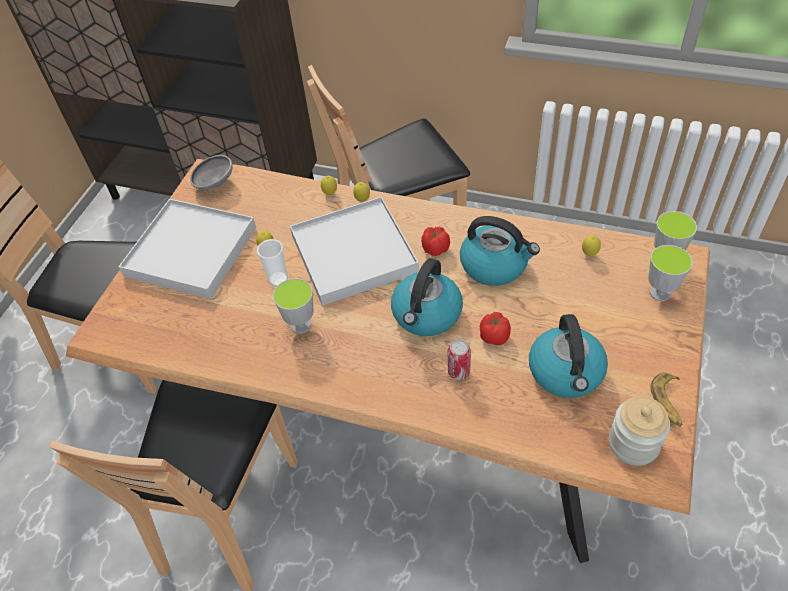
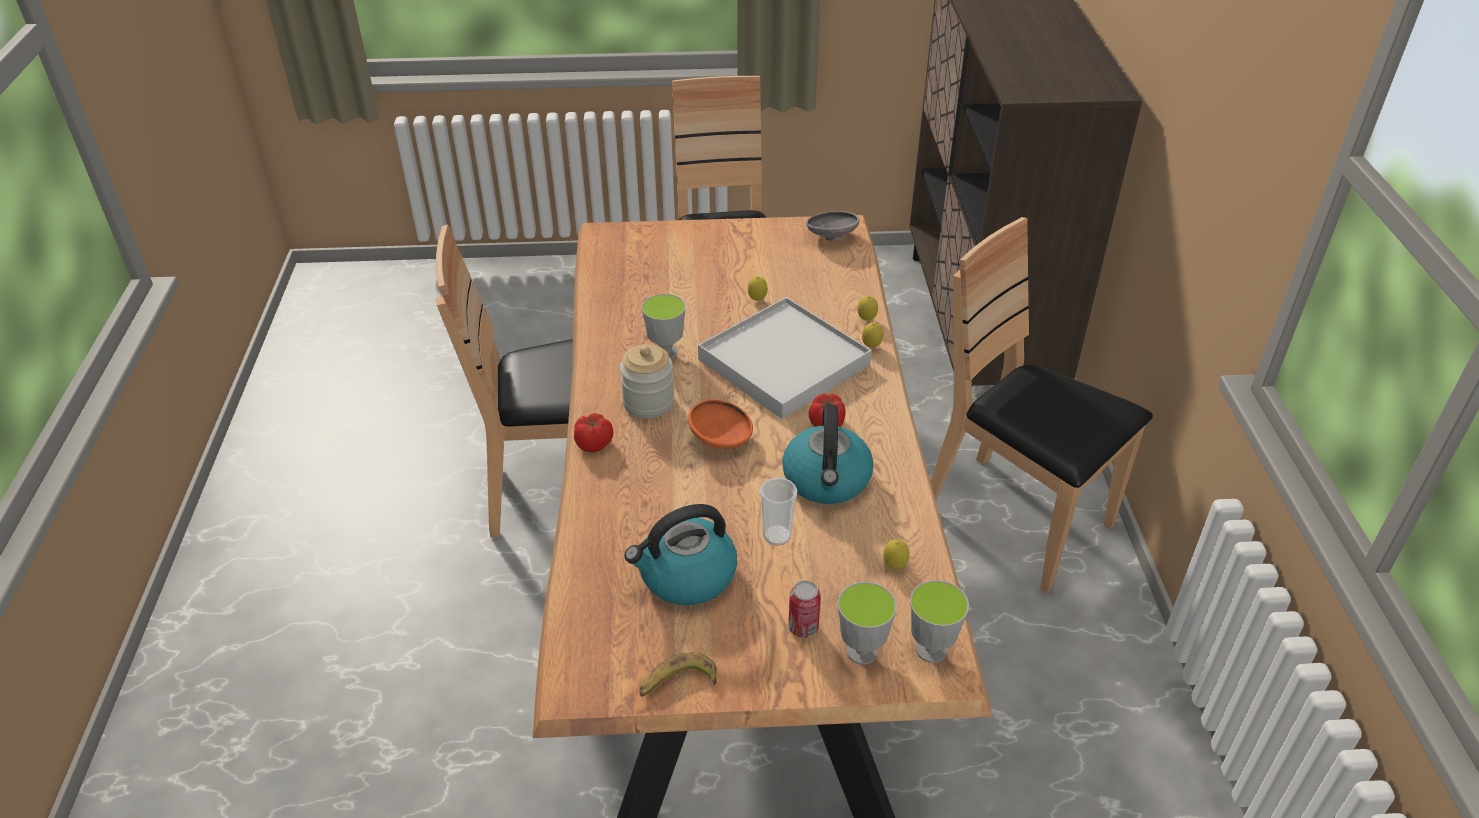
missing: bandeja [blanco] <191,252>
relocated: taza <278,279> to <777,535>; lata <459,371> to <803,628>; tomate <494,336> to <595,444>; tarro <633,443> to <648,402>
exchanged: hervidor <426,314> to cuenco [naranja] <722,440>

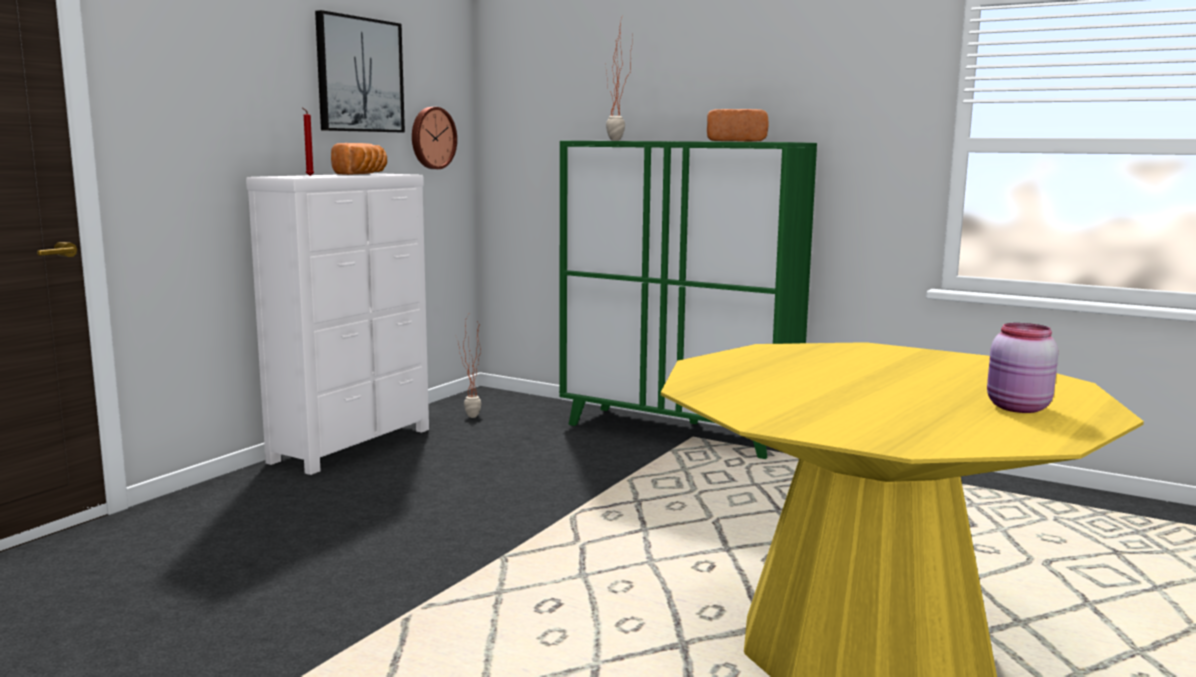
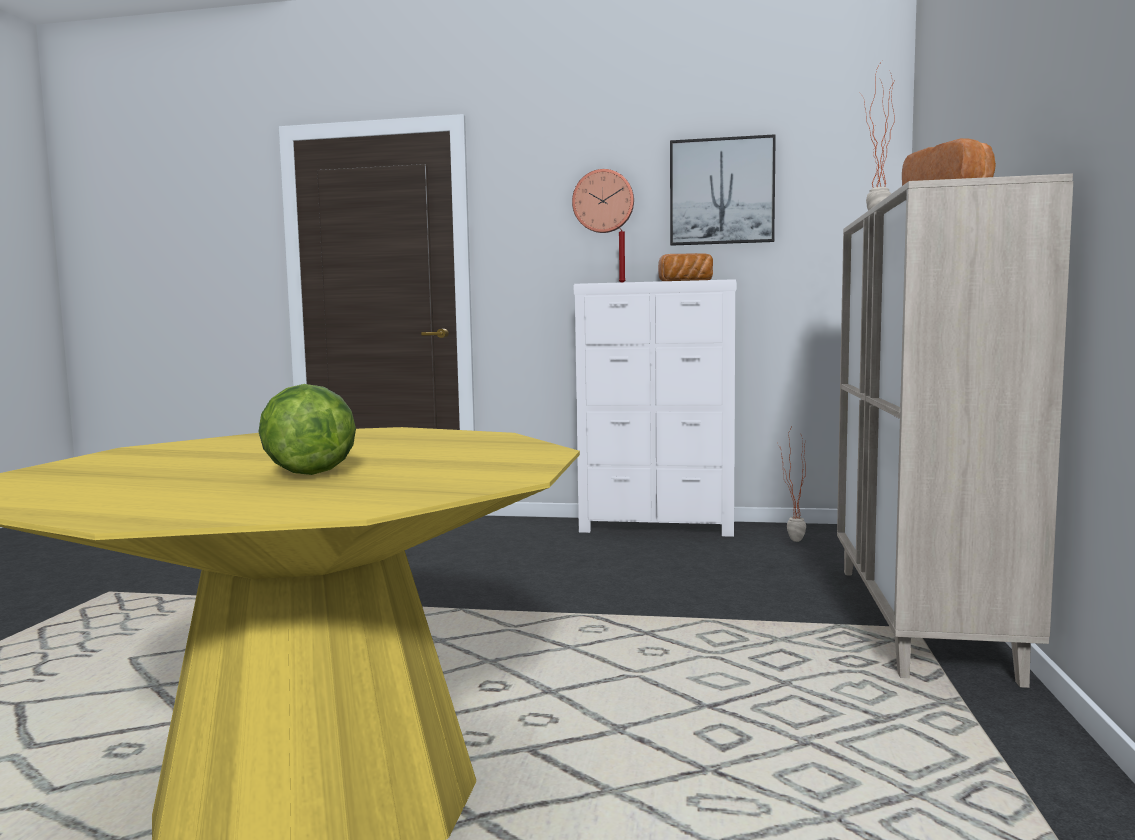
missing: tarro [rosa] <1017,408>
appeared: lechuga <309,472>
relocated: reloj de pared <432,138> to <603,201>
colour: armario [verde] <678,432> to armario [beis] <920,619>

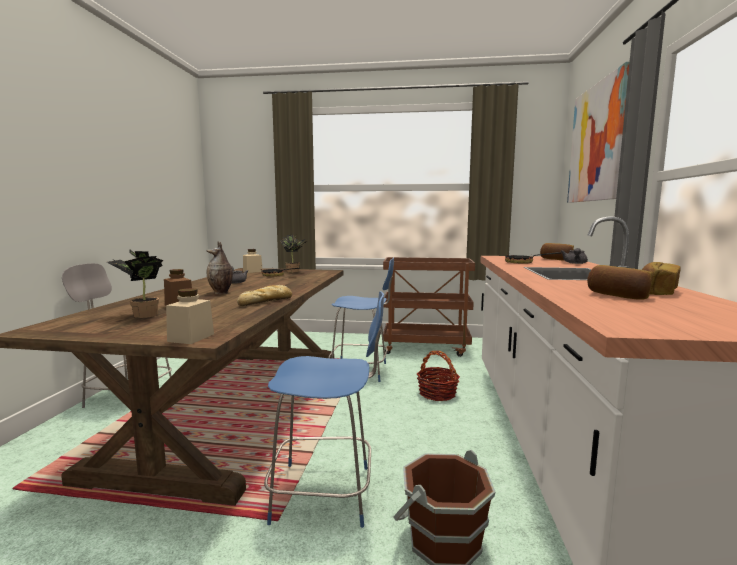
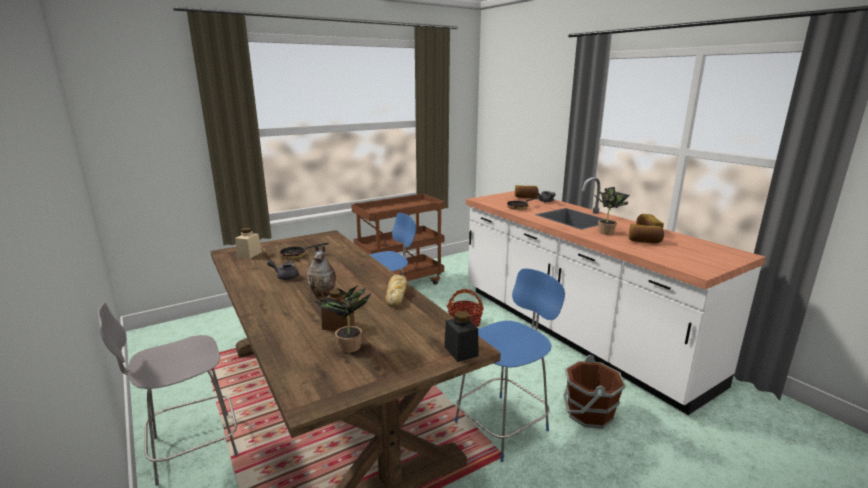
missing: cuadro <597,143>
relocated: planta en maceta <295,271> to <606,231>
colour: tarro [beis] <191,337> to tarro [negro] <461,351>

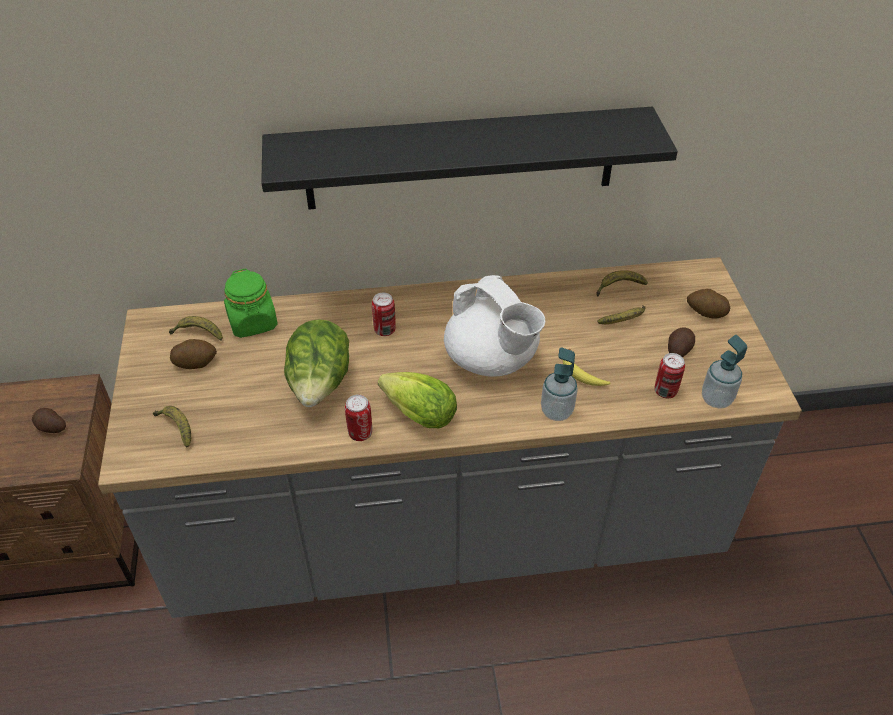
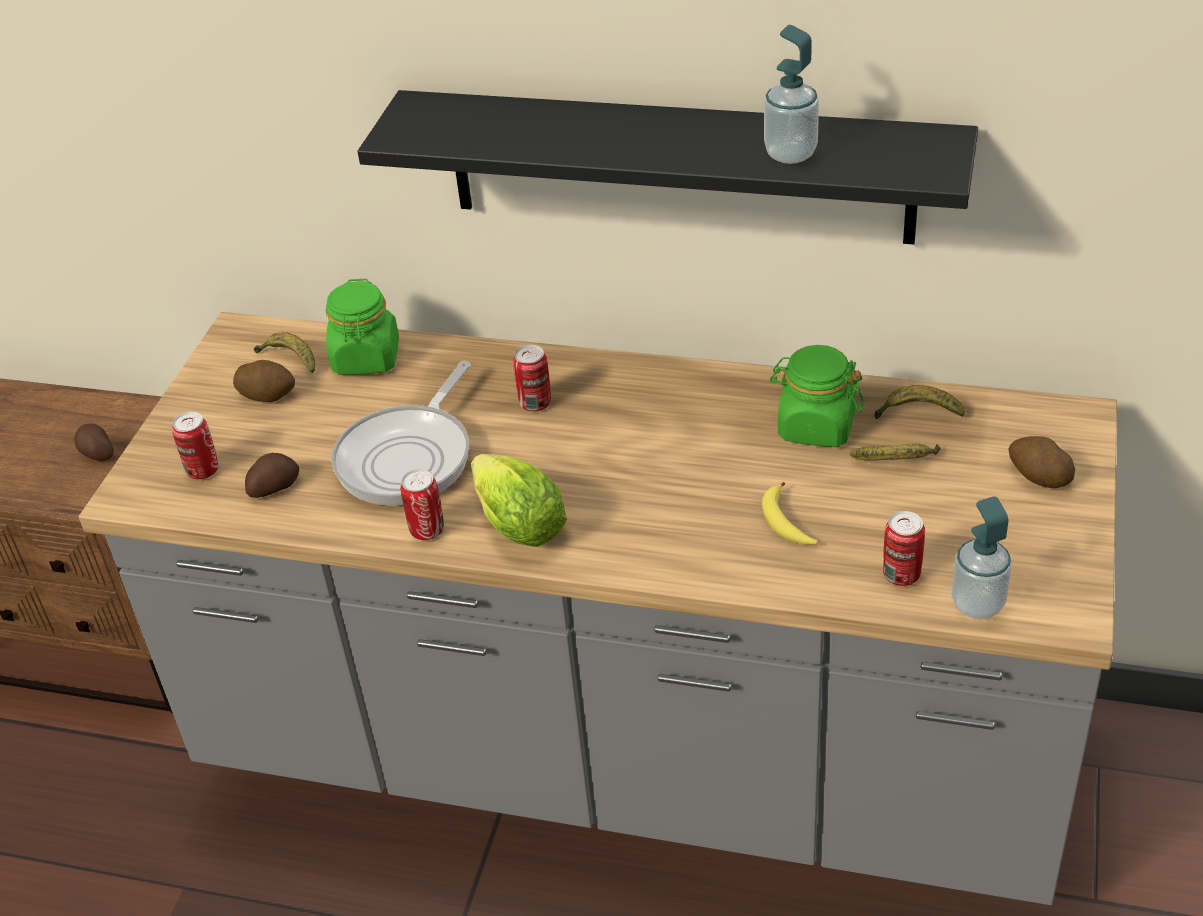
missing: tetera [blanco] <492,360>
appeared: tarro [verde] <815,426>
relocated: dispensador de jabón <556,411> to <790,154>; patata <678,350> to <273,487>
exchanged: plátano <177,428> to lata <203,470>; lechuga <320,385> to sartén <409,457>

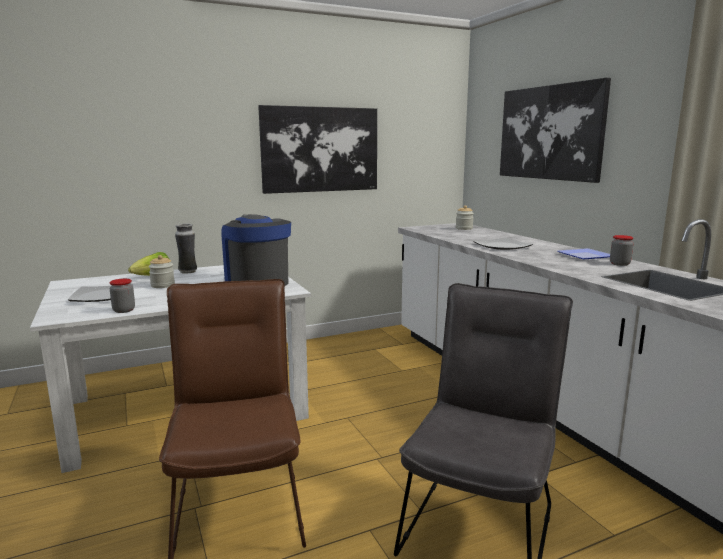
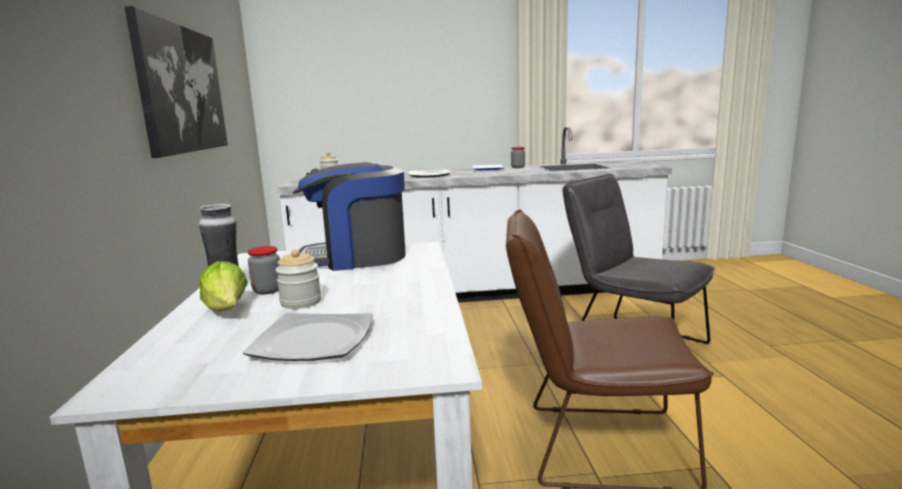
missing: cuadro <550,133>
relocated: tarro <124,310> to <268,290>

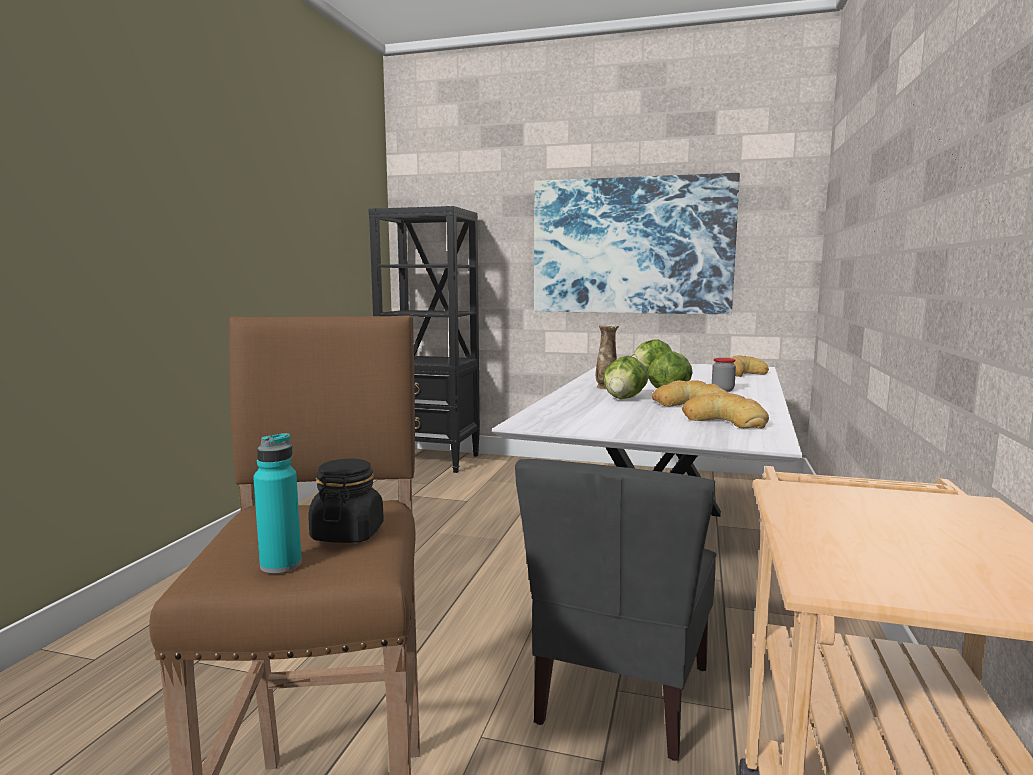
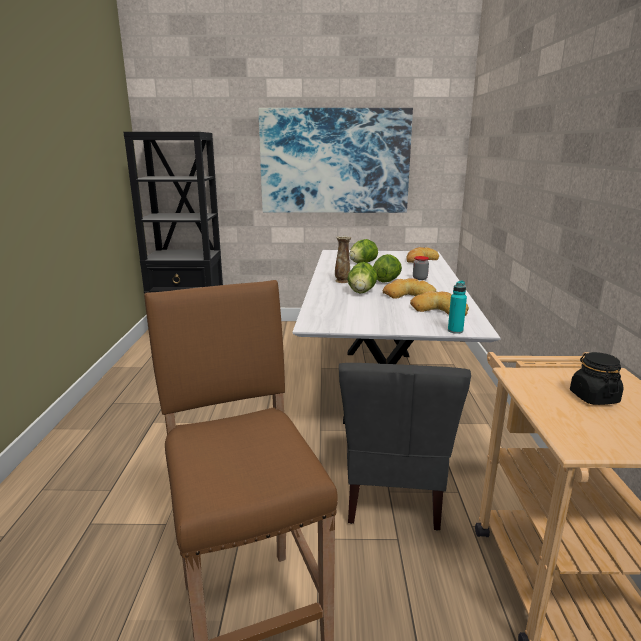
relocated: botella [turquesa] <281,565> to <455,331>; tarro [negro] <348,533> to <593,397>

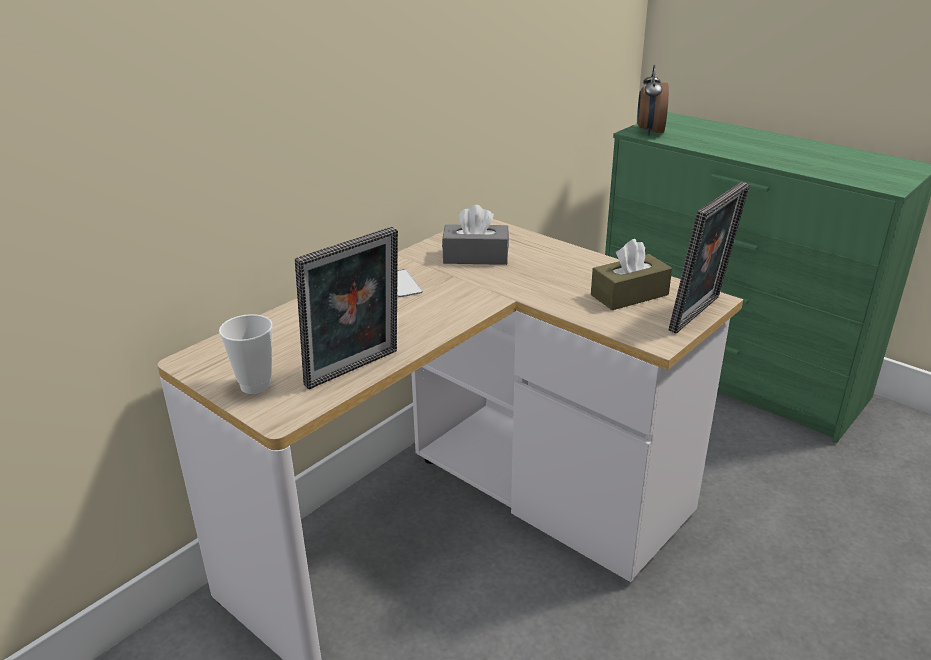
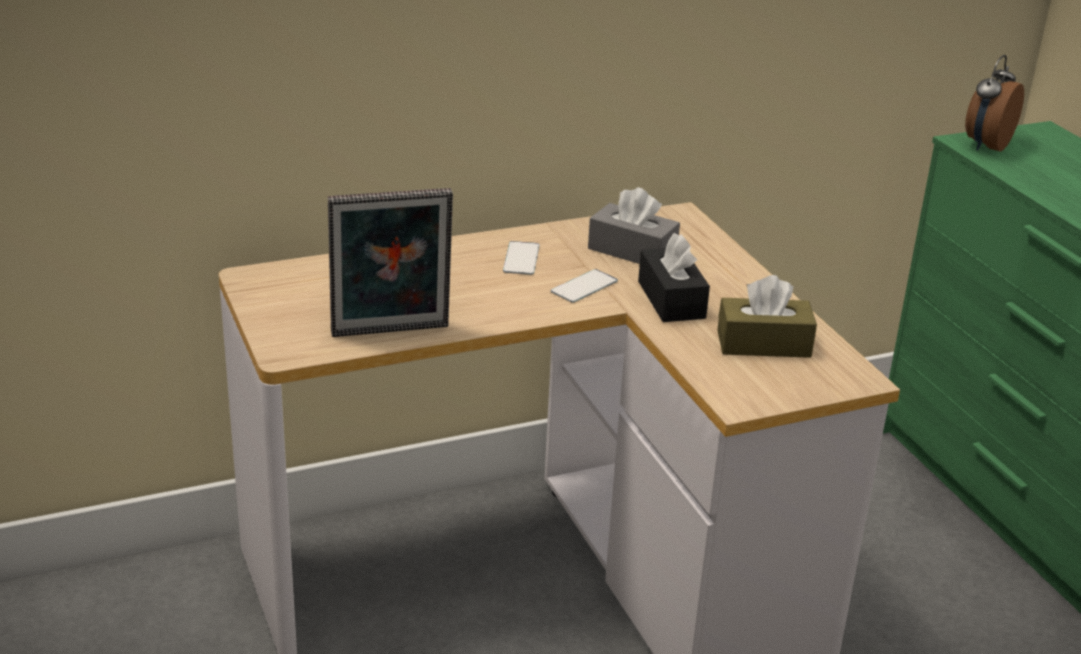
missing: taza <255,385>; portarretratos <700,315>
appeared: móvil <584,286>; caja de pañuelos [negro] <671,300>

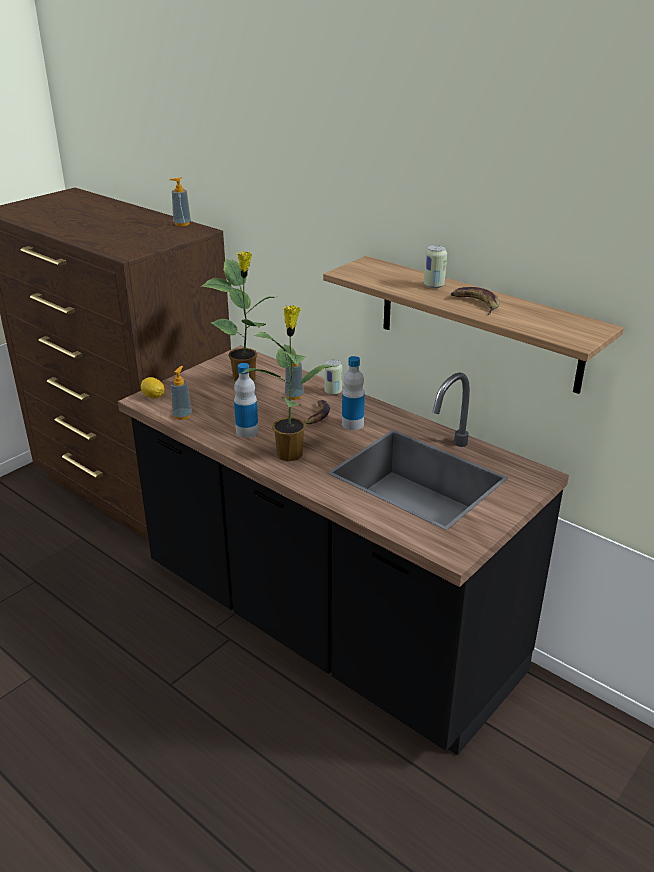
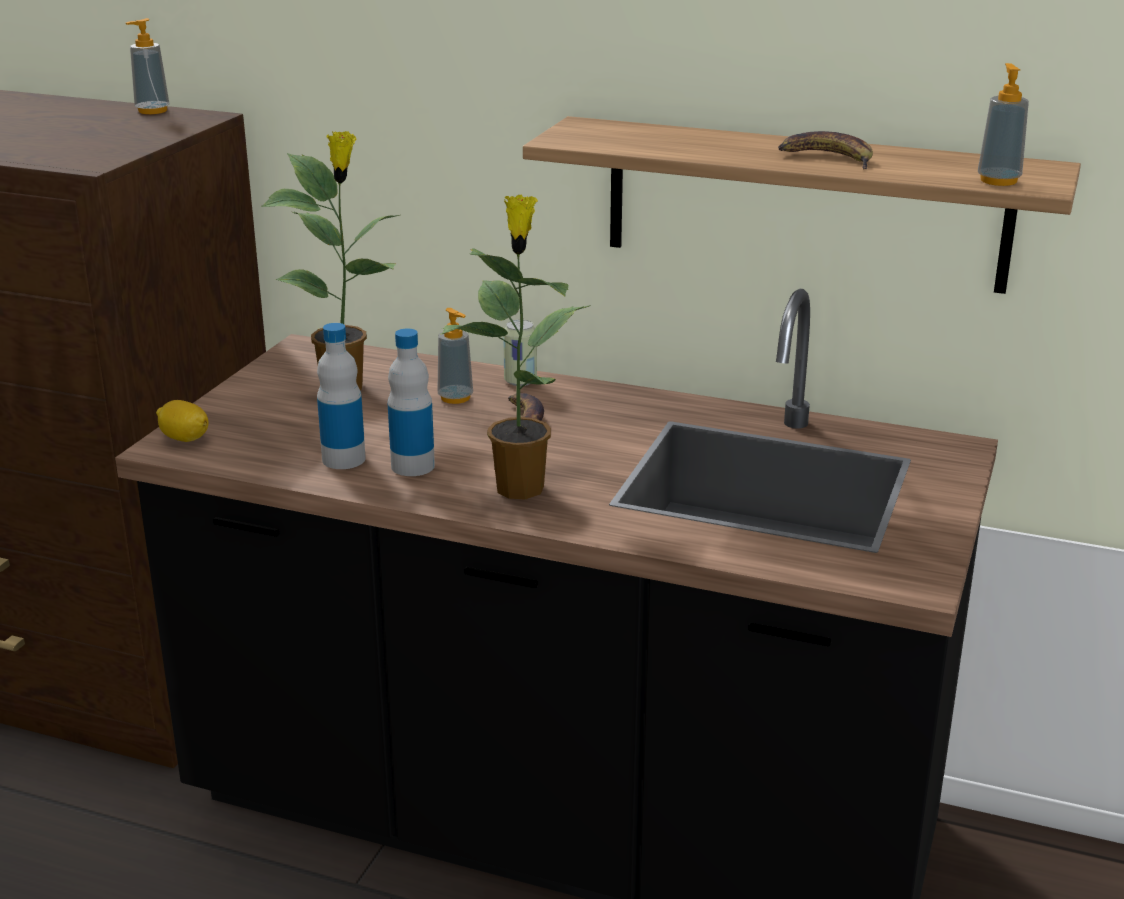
missing: lata <434,285>
relocated: dispensador de jabón <182,415> to <998,180>; botella <352,424> to <343,459>

